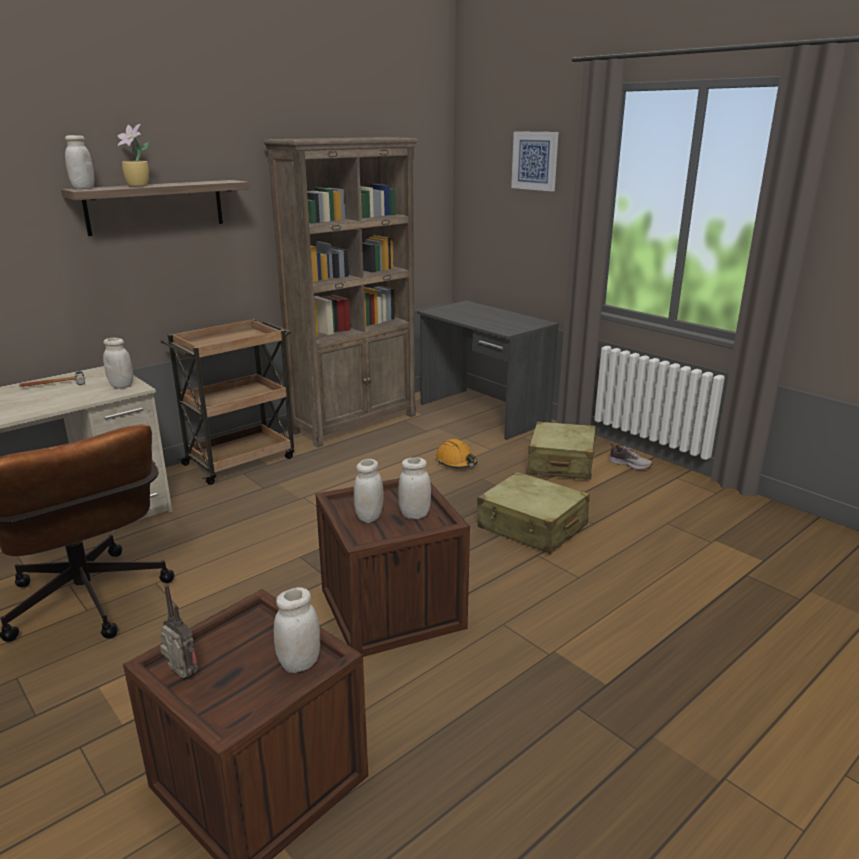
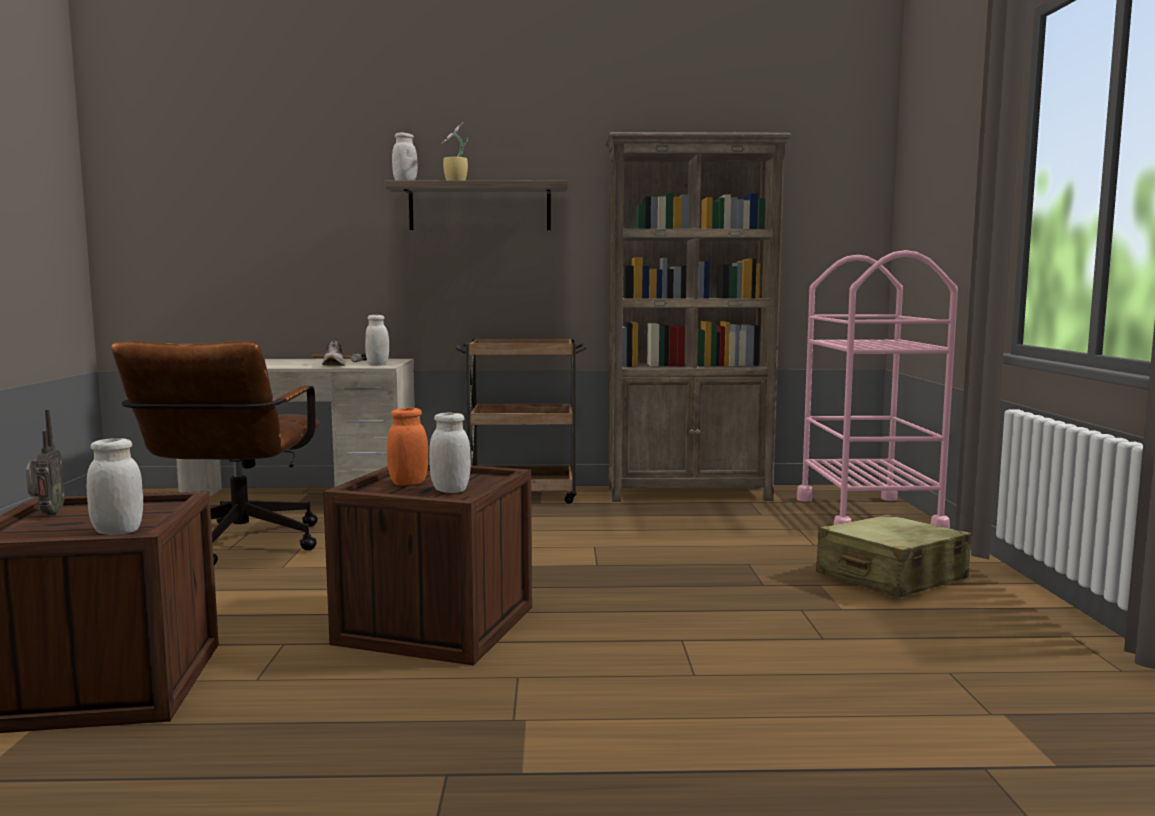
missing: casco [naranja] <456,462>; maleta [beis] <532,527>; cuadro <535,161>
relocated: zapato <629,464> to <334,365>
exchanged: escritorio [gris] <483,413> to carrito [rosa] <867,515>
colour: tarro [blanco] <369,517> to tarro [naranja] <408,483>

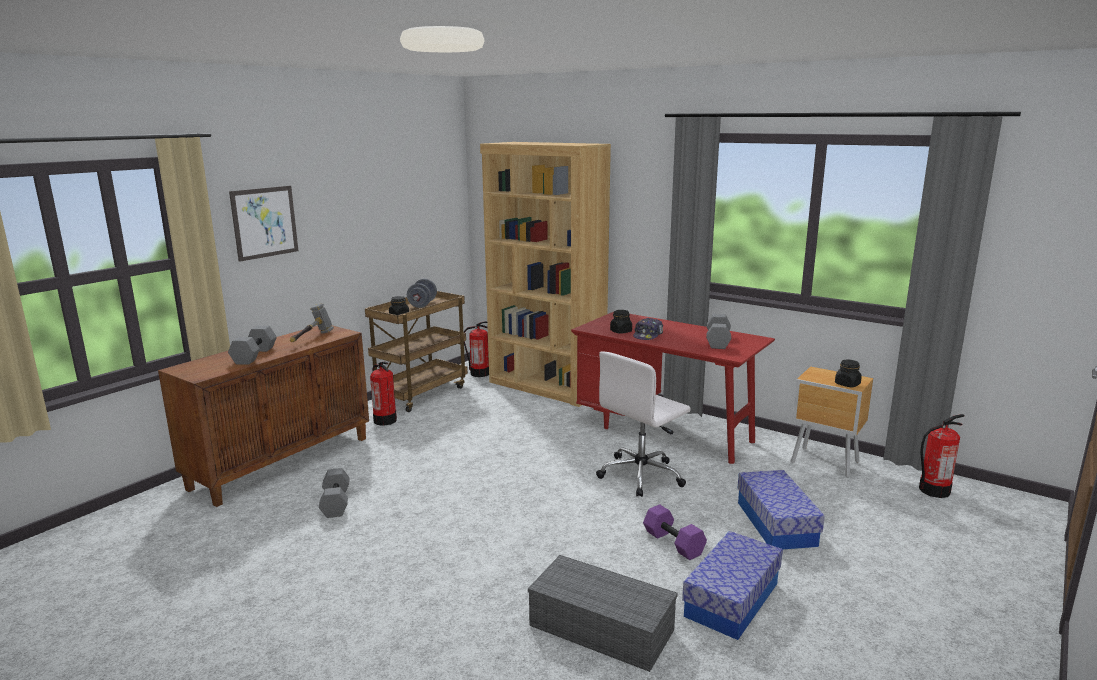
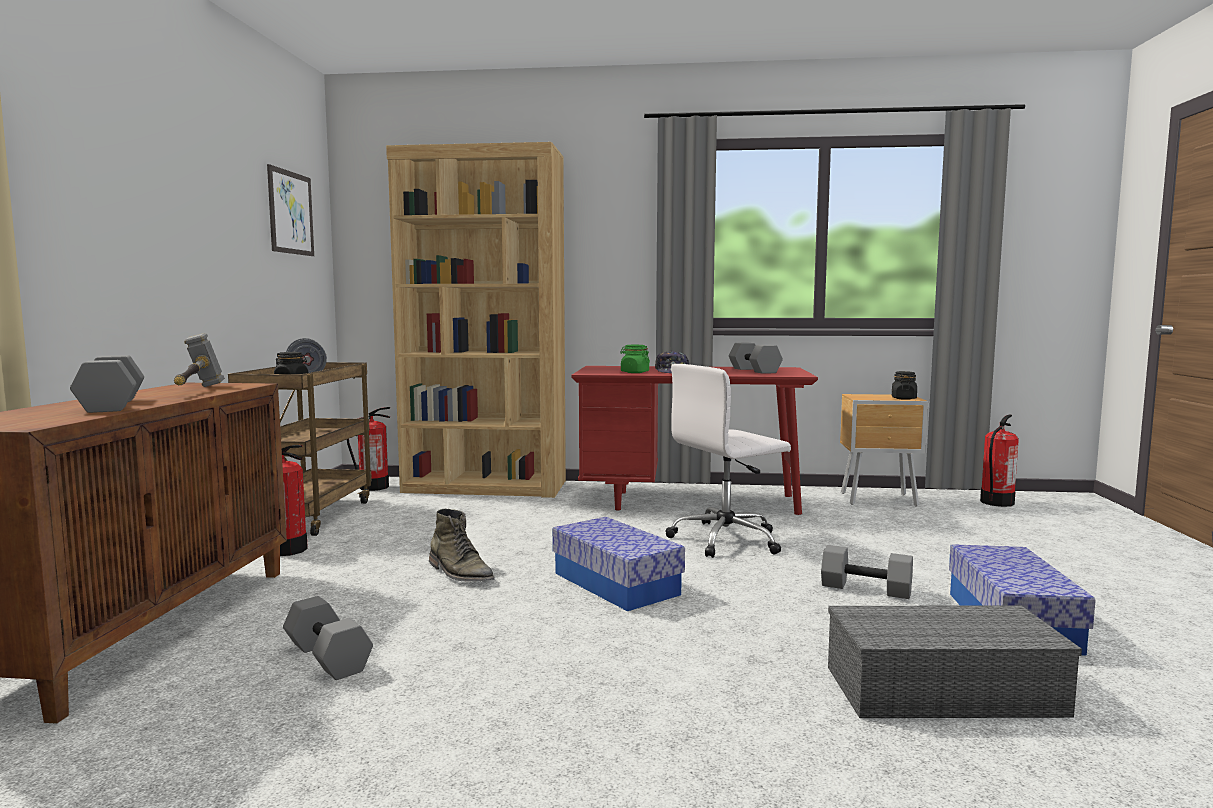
appeared: bota [verde] <460,573>
relocated: cuadro <264,222> to <291,213>; caja de almacenaje <776,523> to <616,584>
colour: tarro [negro] <620,331> to tarro [verde] <634,372>; mancuerna [morado] <674,543> to mancuerna [gris] <867,588>
spun: silla de oficina [blanco] <642,475> = <727,540> 45 degrees clockwise

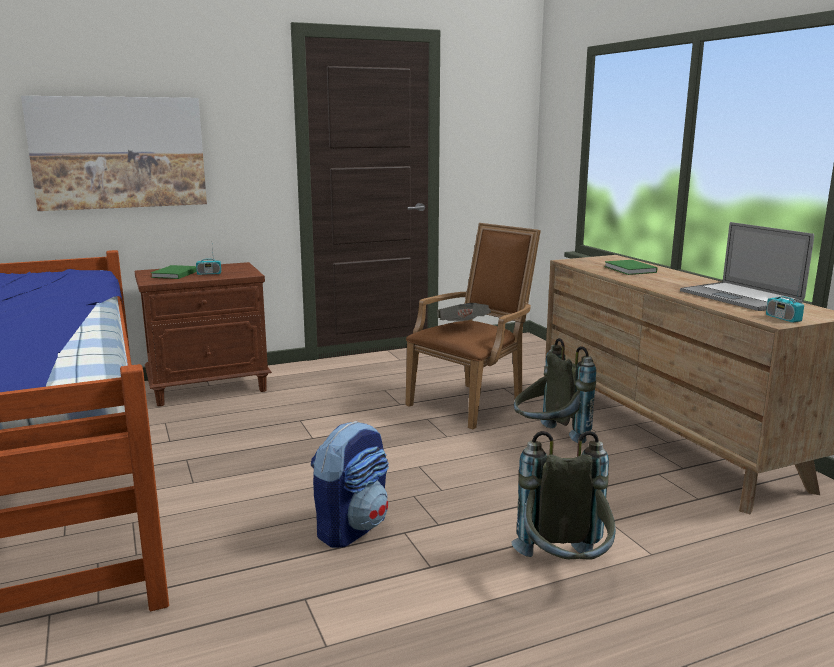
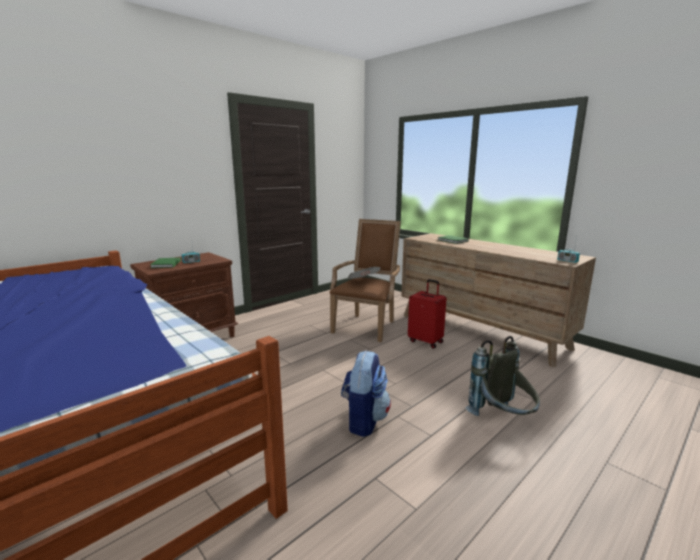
missing: cuadro <119,153>; portátil <740,297>
exchanged: mochila [gris] <548,439> to maleta [rojo] <426,341>

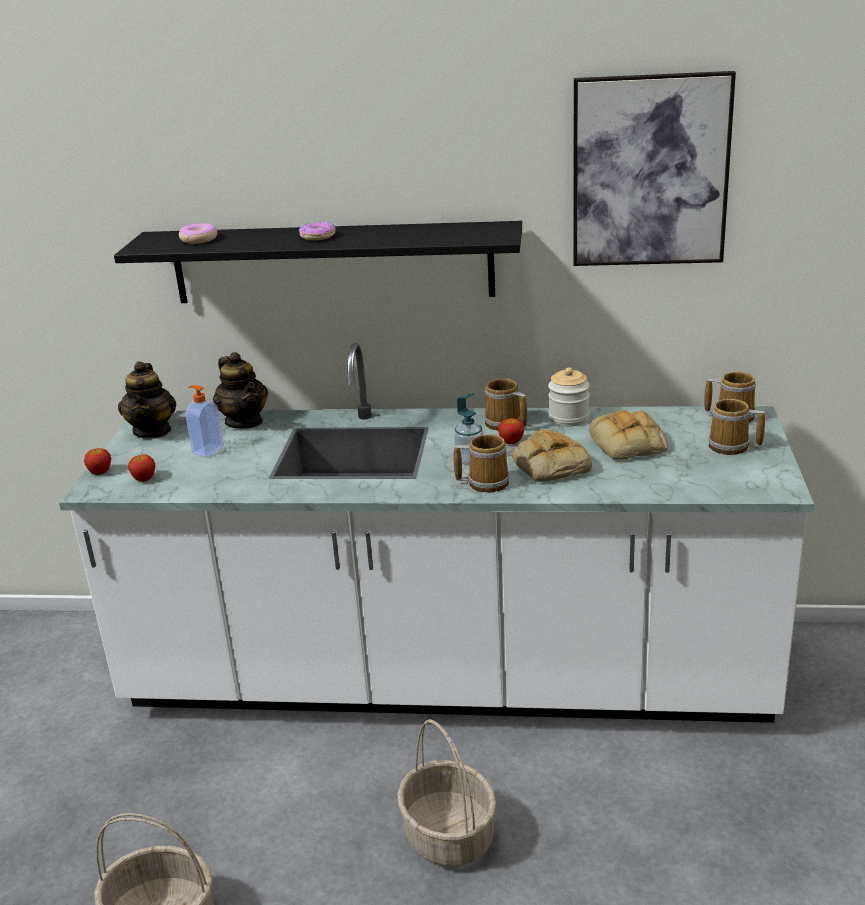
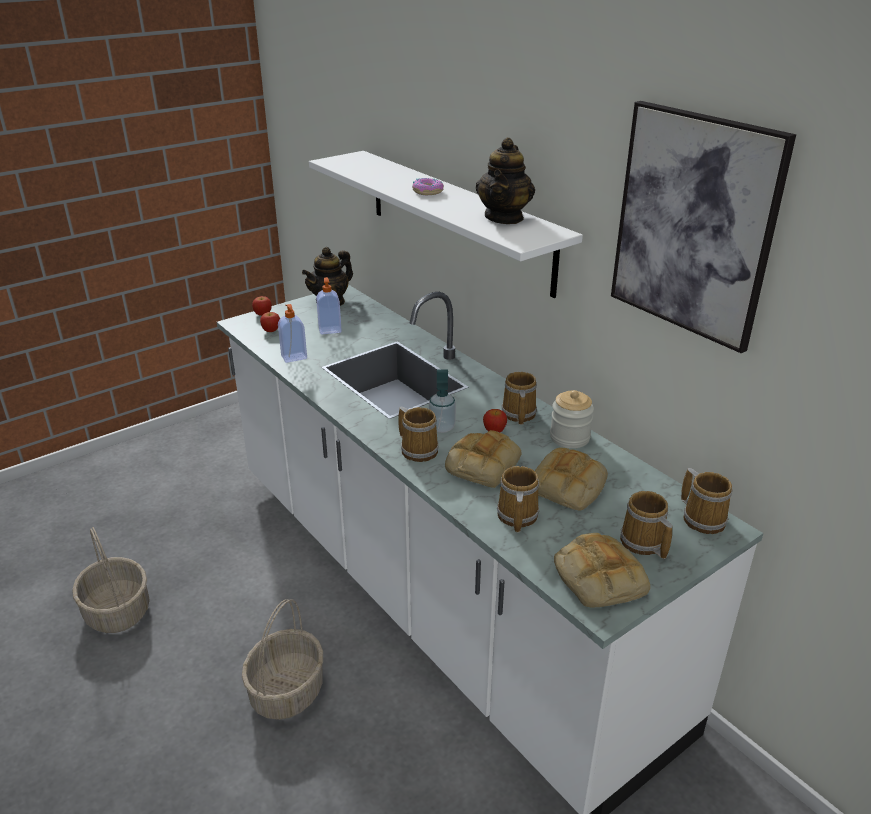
missing: rosquilla <199,239>
appeared: dispensador de jabón <294,358>; taza grande <516,516>; pan <597,577>
relocated: tetera <244,422> to <504,218>
colour: estante [negro] <332,263> to estante [blanco] <457,219>

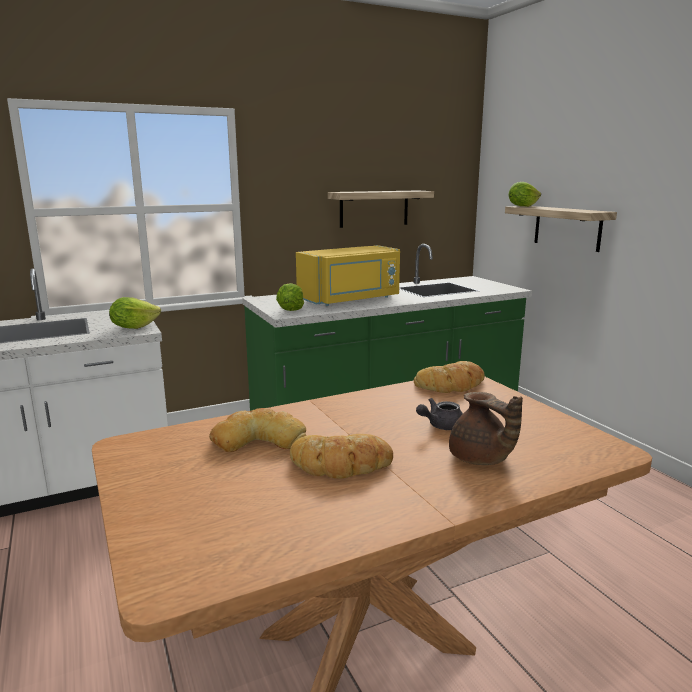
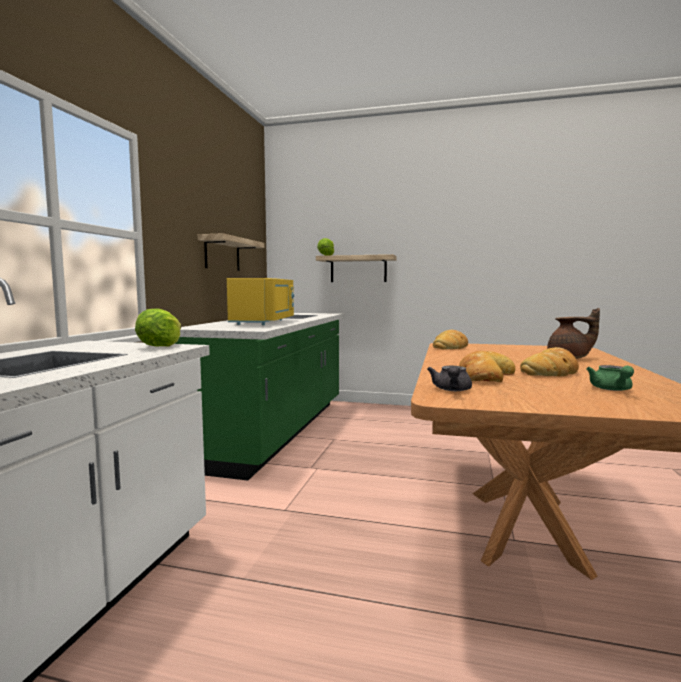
missing: lechuga <291,310>
appeared: tetera [verde] <612,389>
relocated: tetera [gris] <441,426> to <451,390>

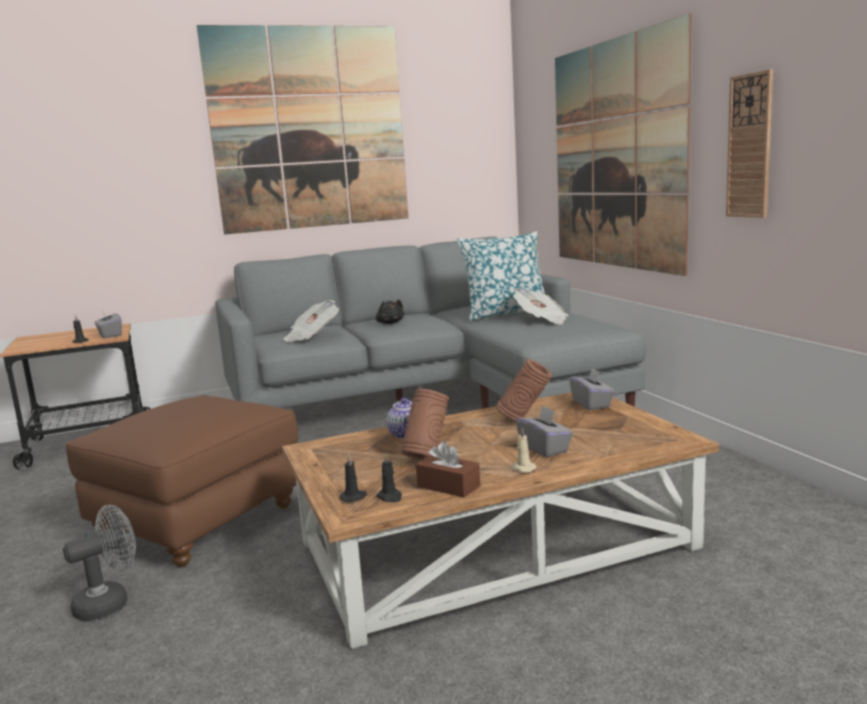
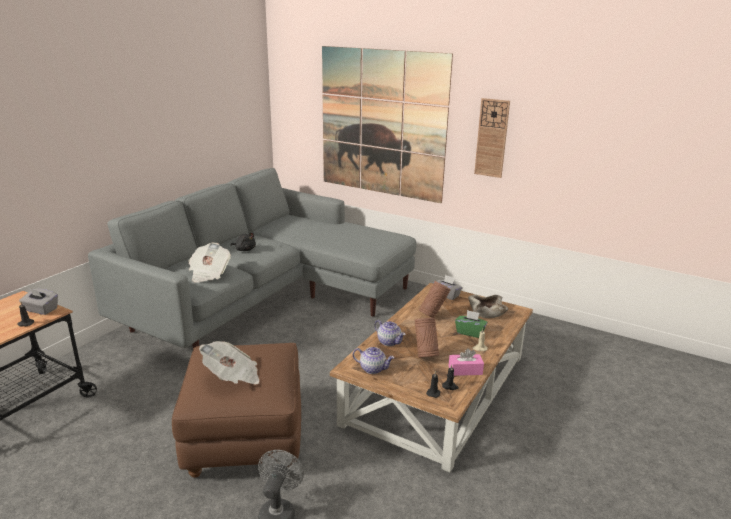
missing: cuadro <309,129>; cojín <505,314>
appeared: tetera <373,369>; cuenco [beis] <486,312>
relocated: periódico <541,321> to <232,376>
colour: caja de pañuelos [marrón] <448,486> to caja de pañuelos [rosa] <465,370>; caja de pañuelos [gris] <544,448> to caja de pañuelos [verde] <470,332>

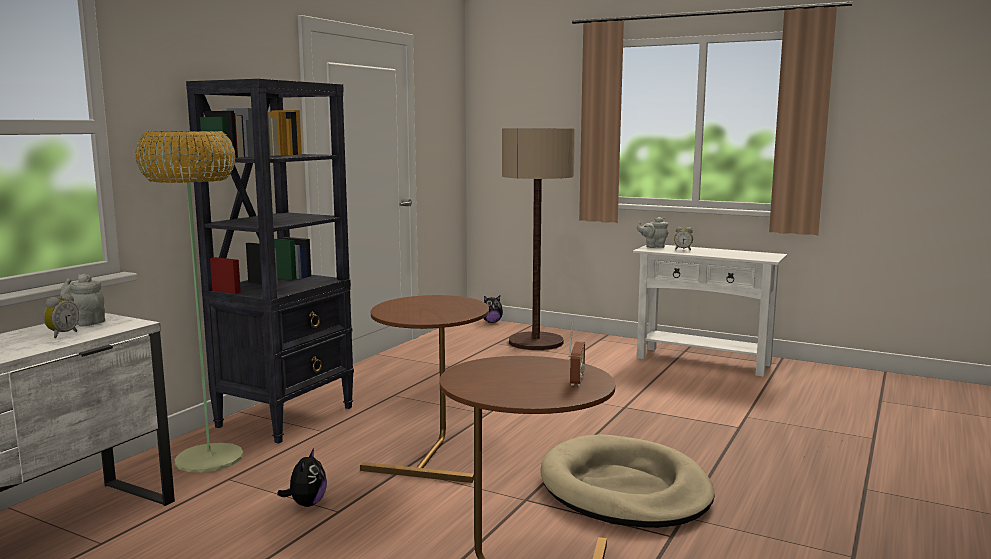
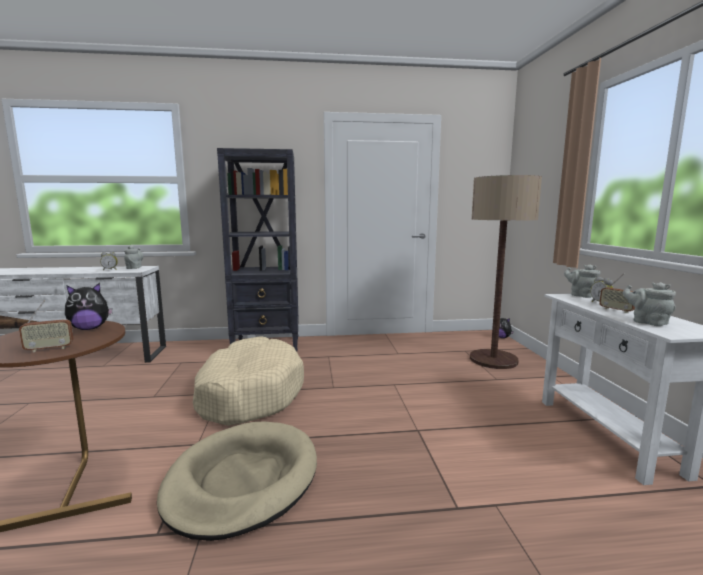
missing: lámpara de pie <208,458>
appeared: radio <616,310>; tetera [gris] <647,322>
relocated: peluche <306,504> to <90,328>
exchanged: mesa auxiliar [marrón] <432,454> to cama para perro [beis] <249,393>

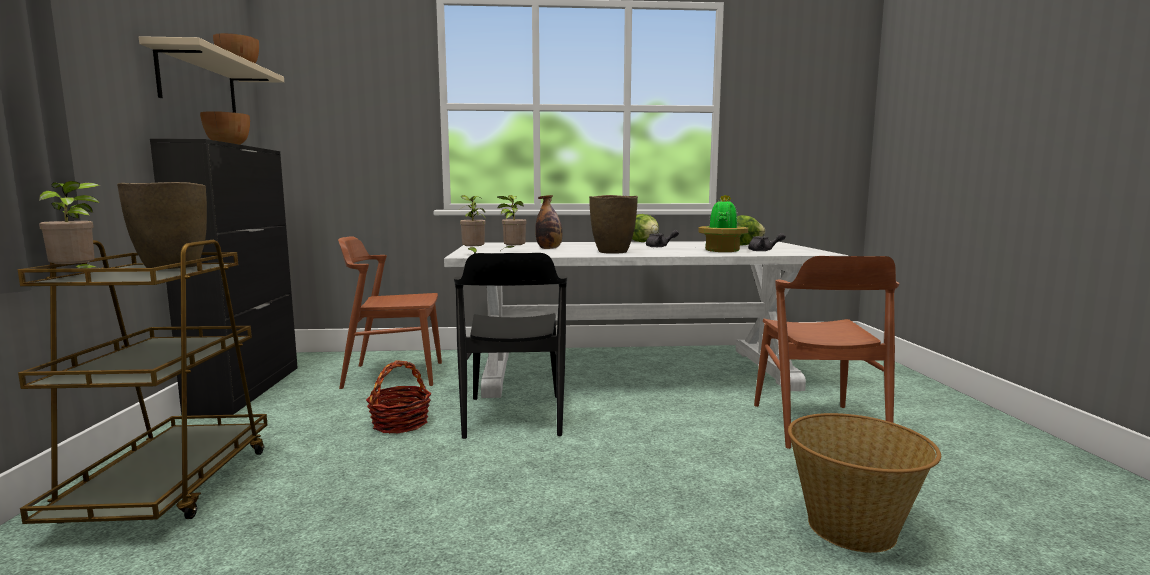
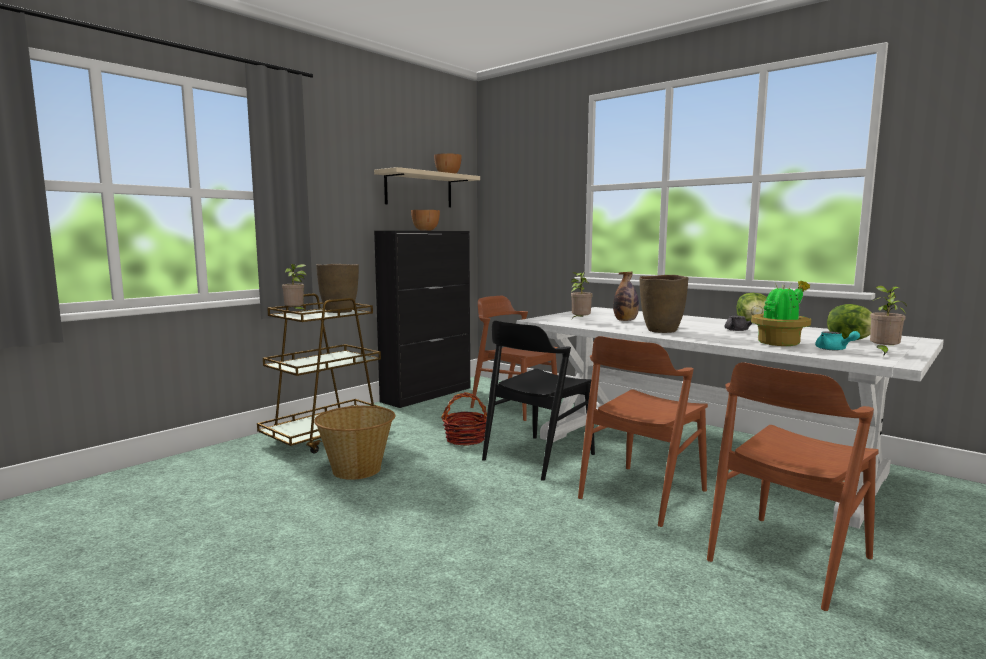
appeared: silla [marrón] <642,494>
relocated: planta en maceta <473,254> to <883,353>; cesta <853,528> to <357,470>
colour: tetera [gris] <764,250> to tetera [turquesa] <834,349>

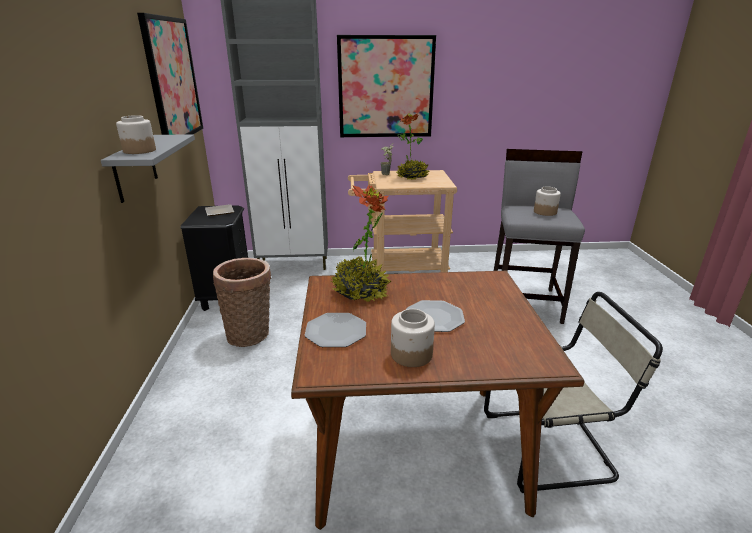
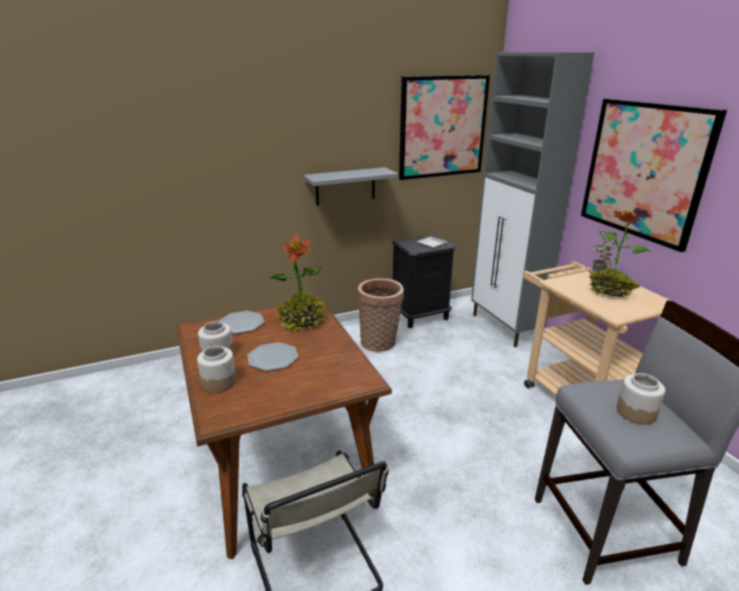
relocated: tarro <139,151> to <219,382>

